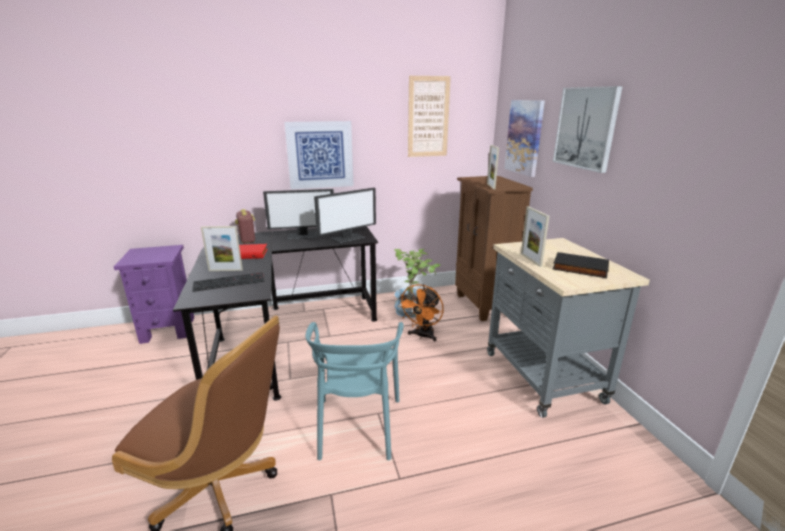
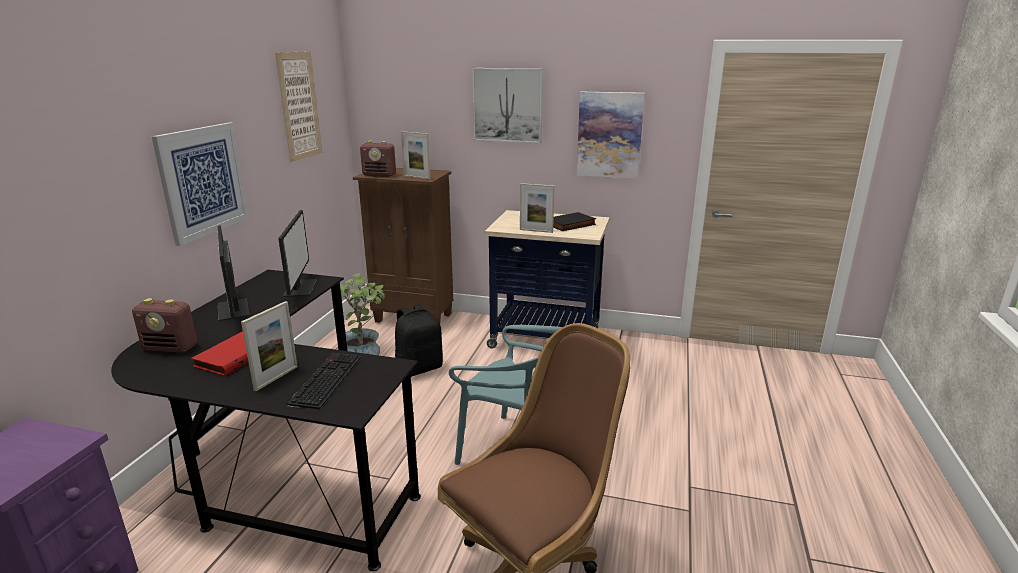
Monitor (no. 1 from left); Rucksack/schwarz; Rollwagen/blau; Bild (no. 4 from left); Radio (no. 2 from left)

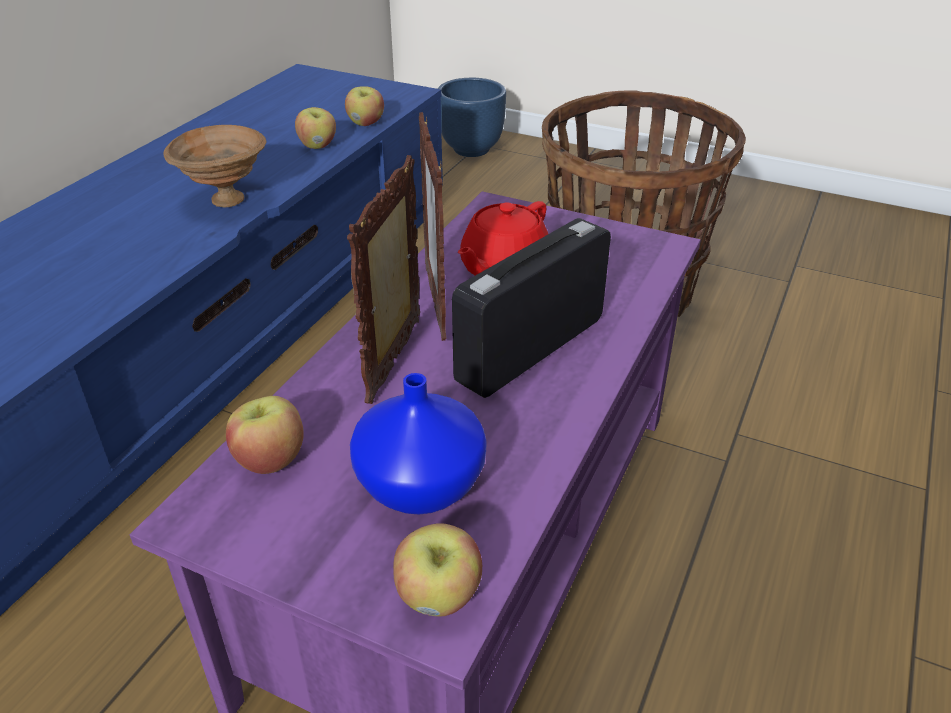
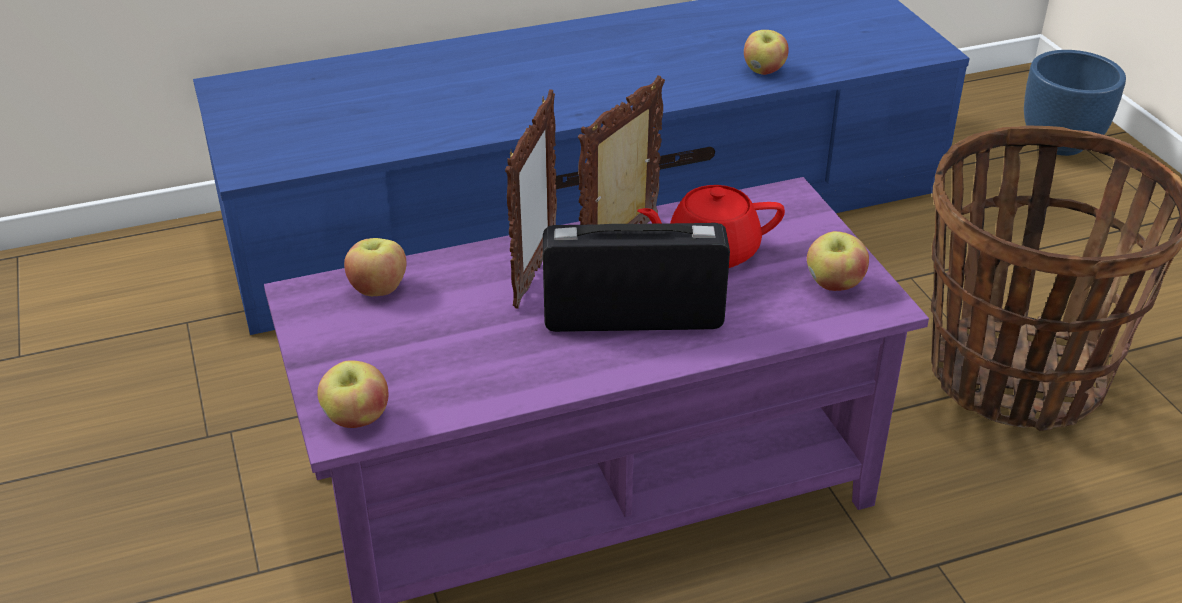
Schüssel/braun; Apfel (no. 4 from left); Bilderrahmen (no. 1 from left); Vase/blau

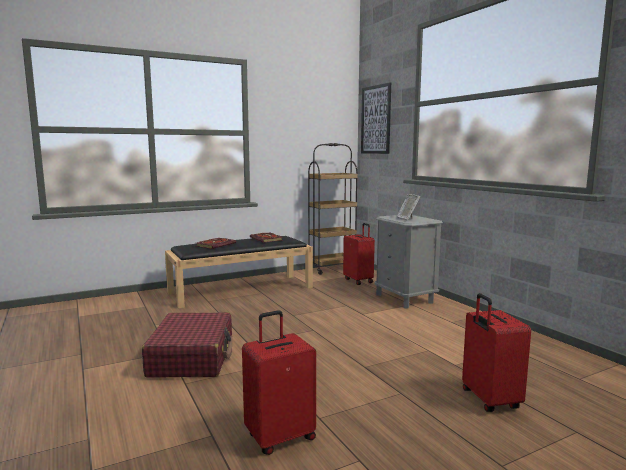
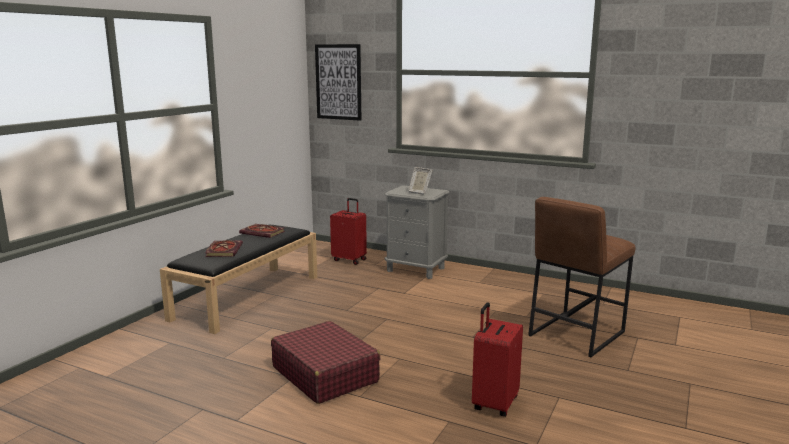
Rollwagen/braun; Stuhl/braun

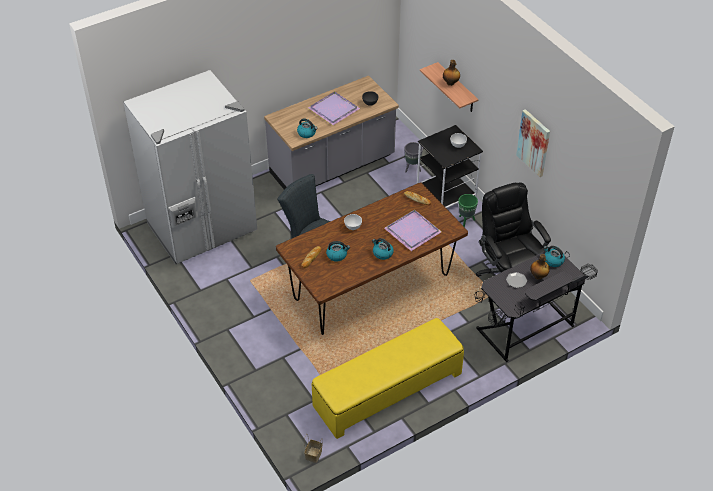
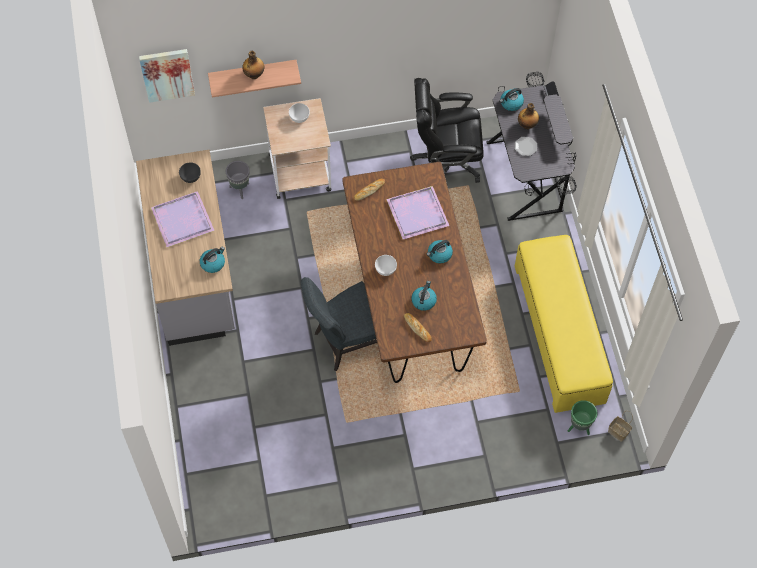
Kühlschrank/weiß; Rollwagen/beige; Pflanzkübel/grün; Bild

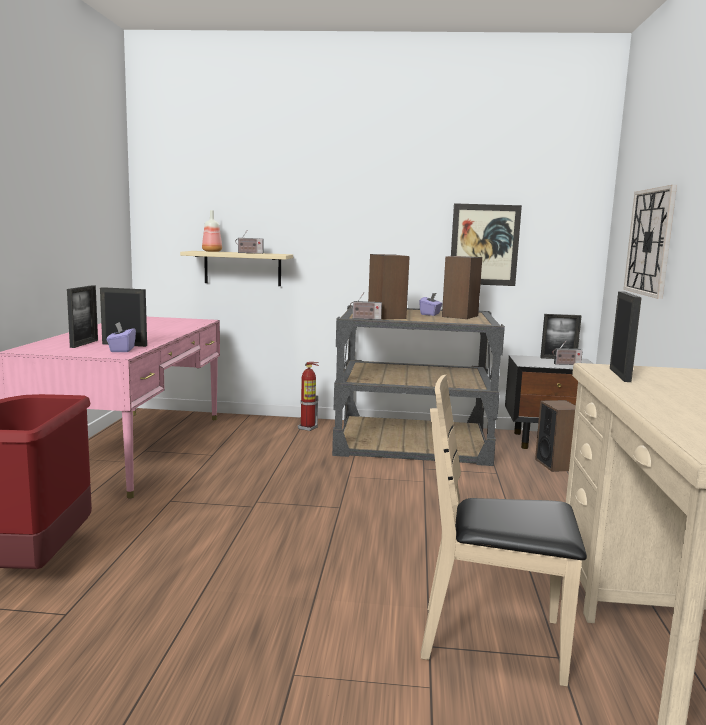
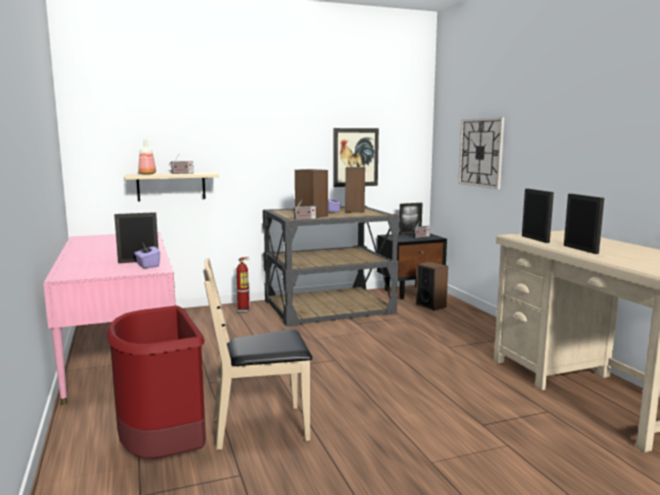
Bilderrahmen (no. 4 from left); Stuhl/beige

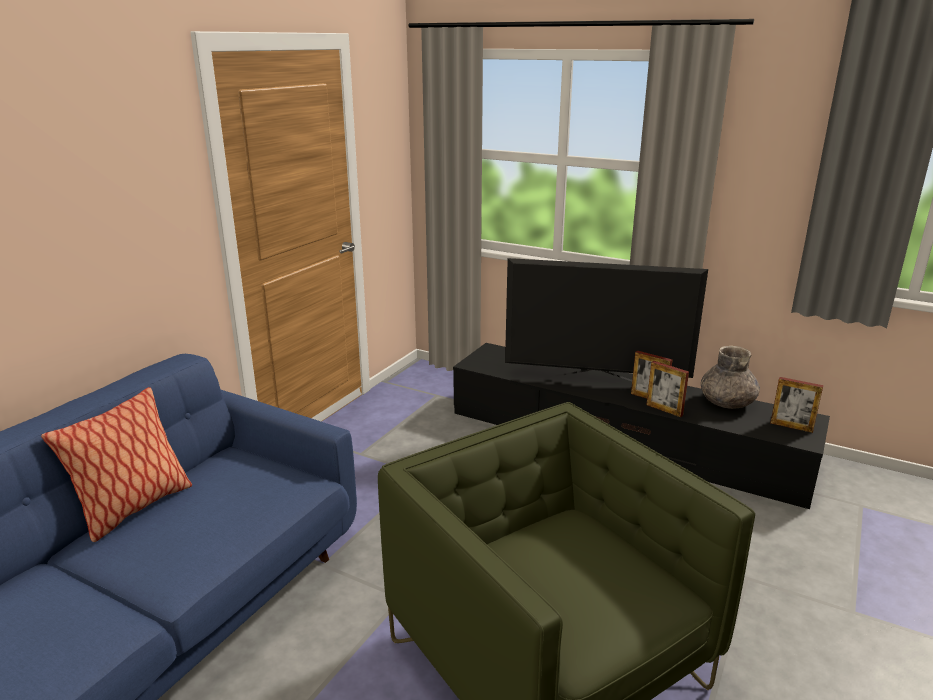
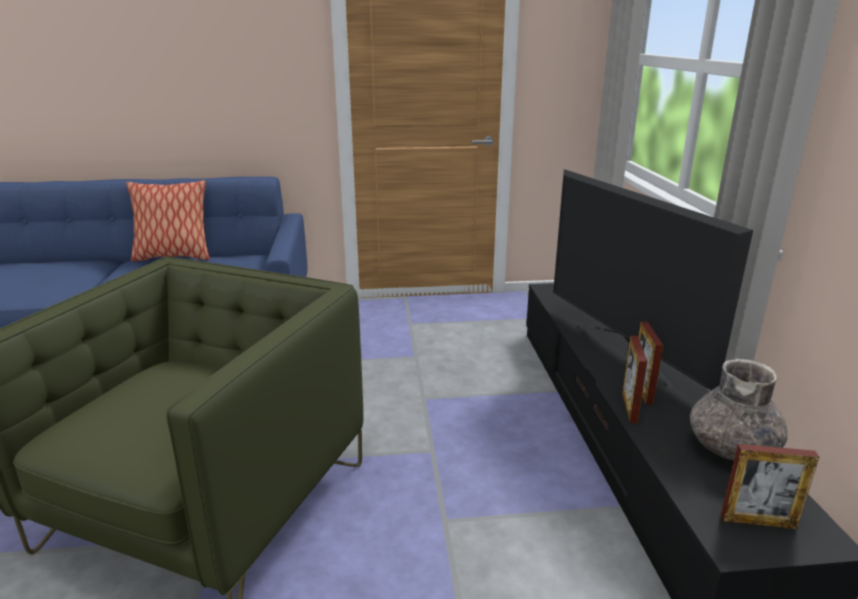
Bilderrahmen (no. 3 from left)

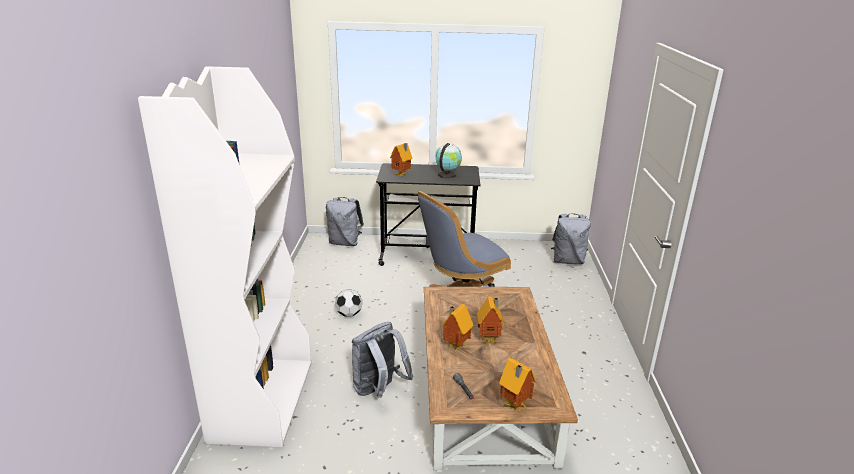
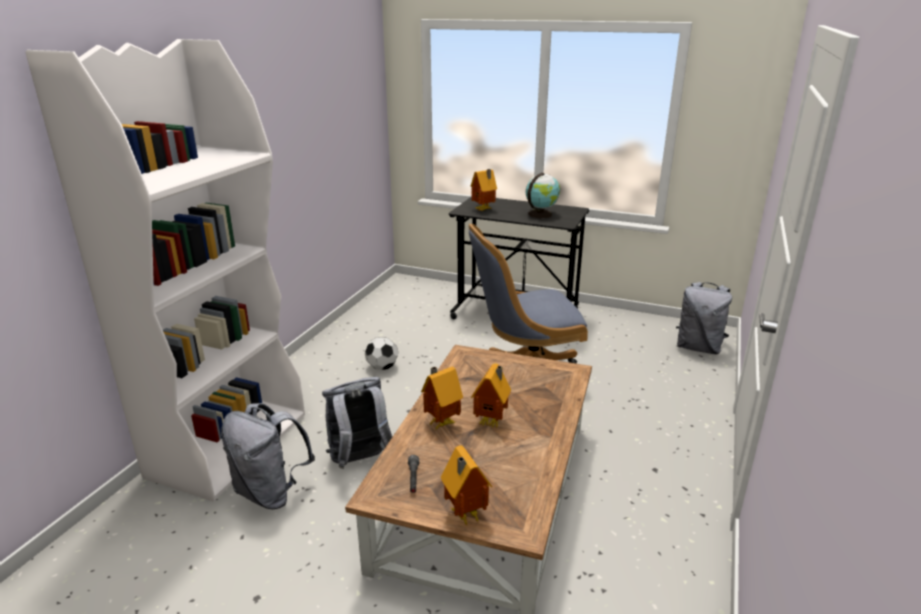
Rucksack/grau (no. 1 from left)

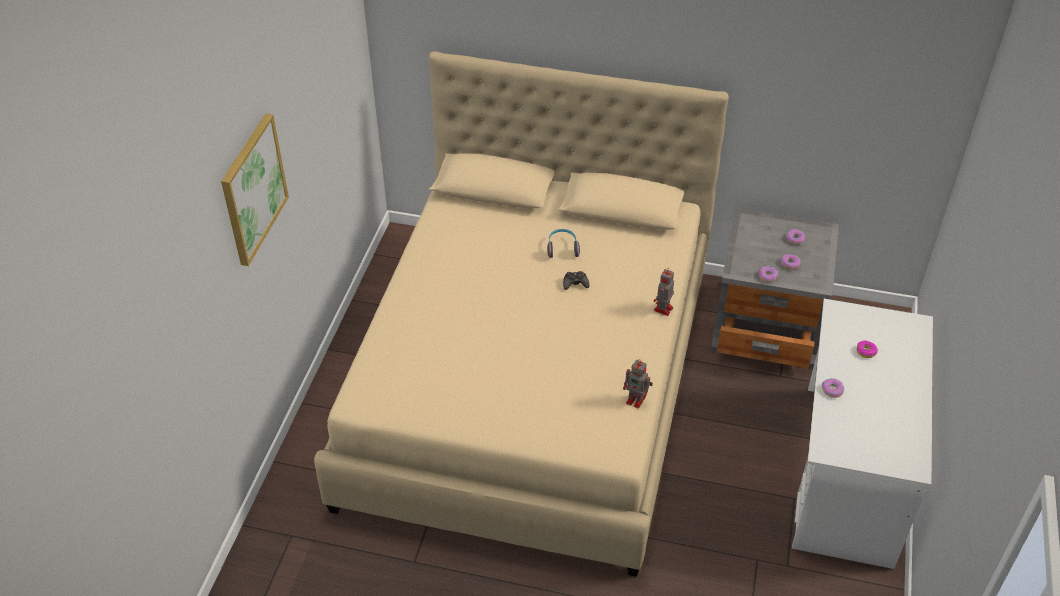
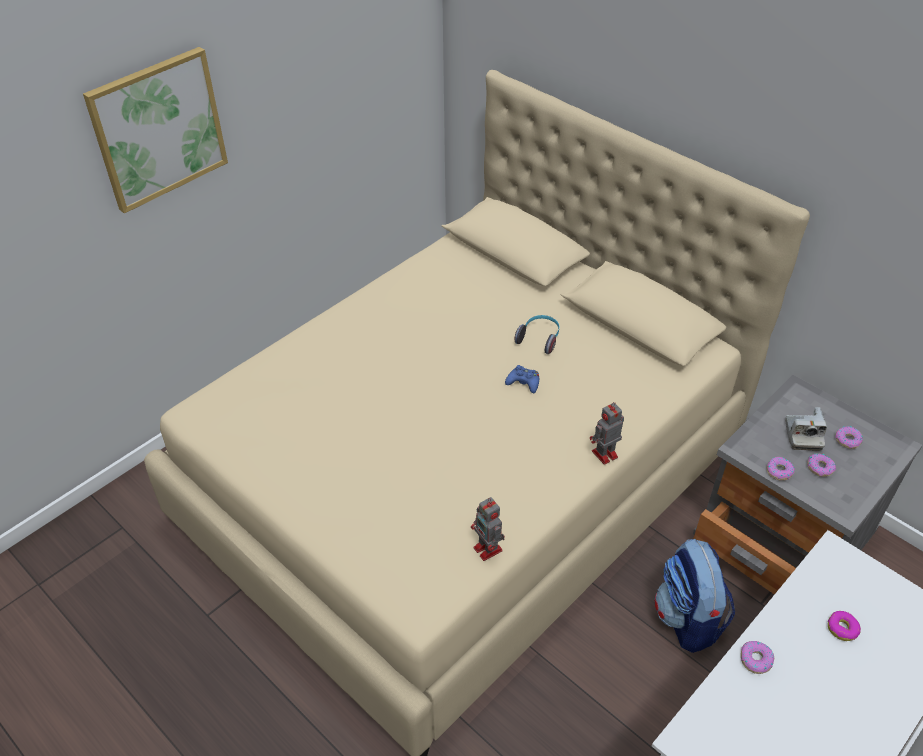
Gamepad/blau; Rucksack; Kamera

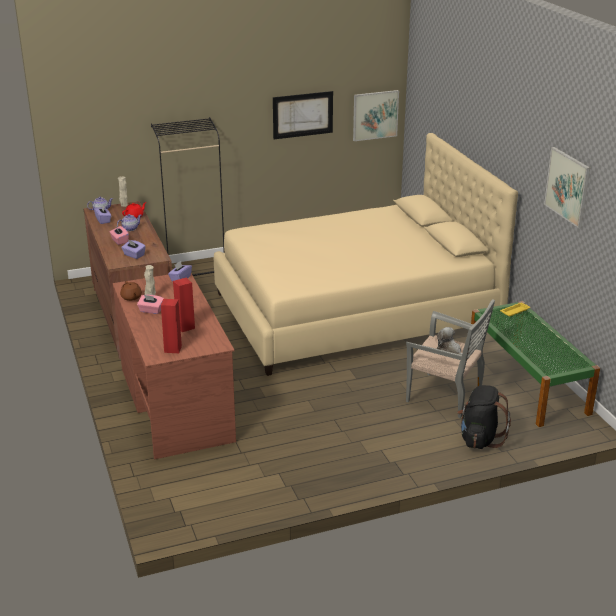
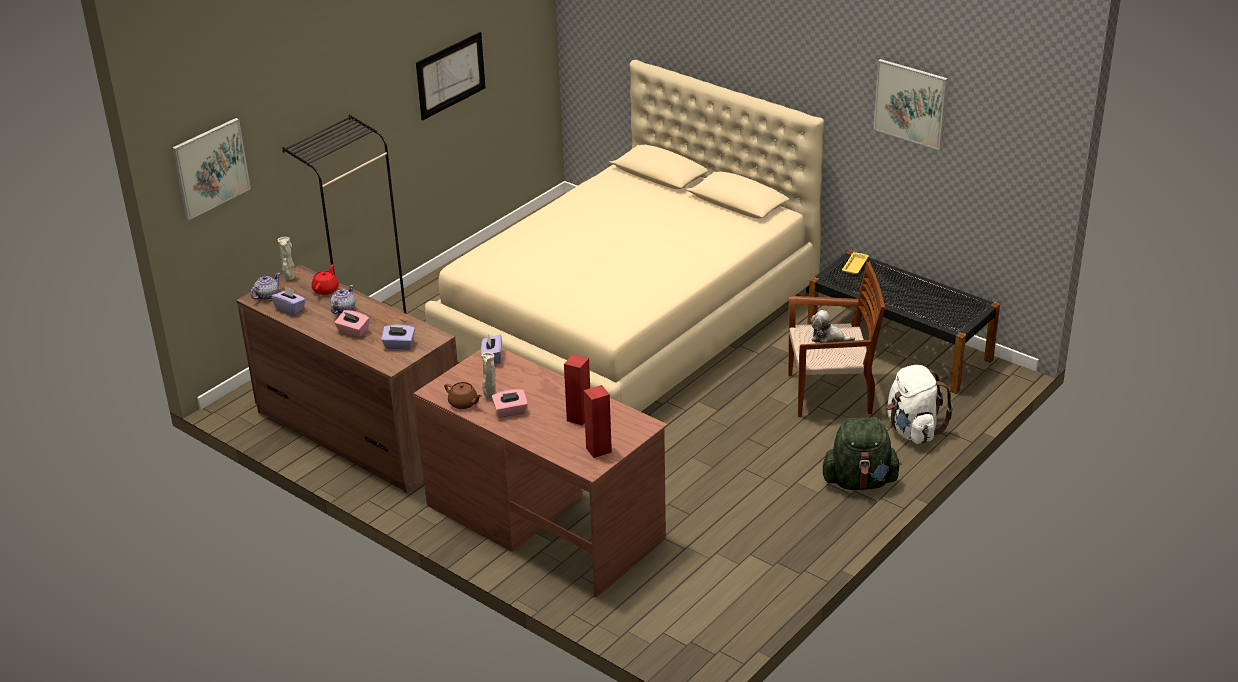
Bild (no. 1 from left); Sessel/braun; Rucksack/weiß; Bank/schwarz; Rucksack/grün

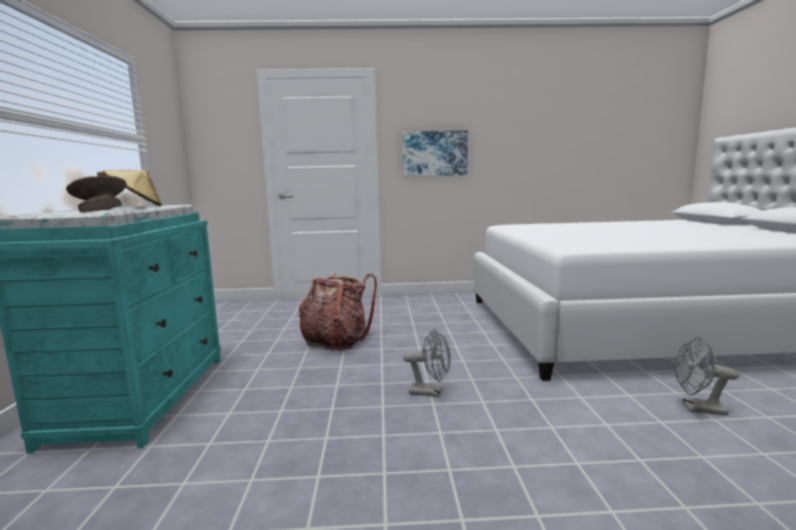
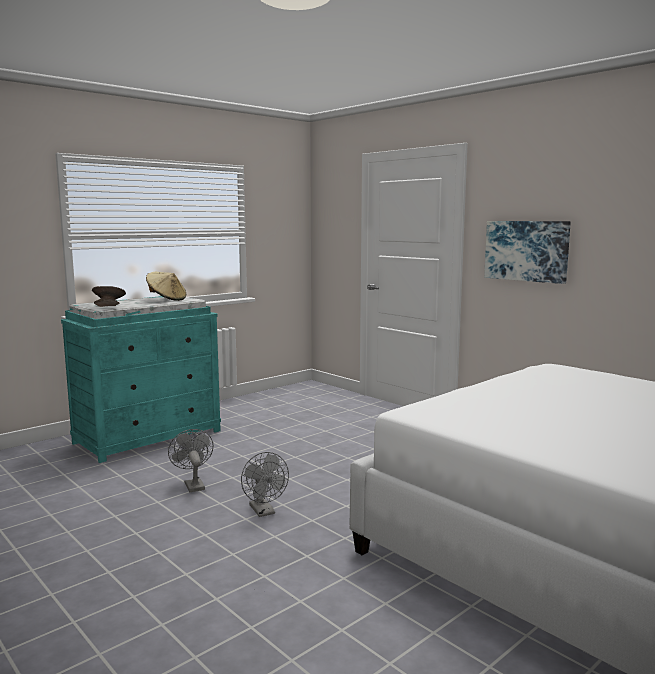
Rucksack; Ventilator/grau (no. 1 from left)

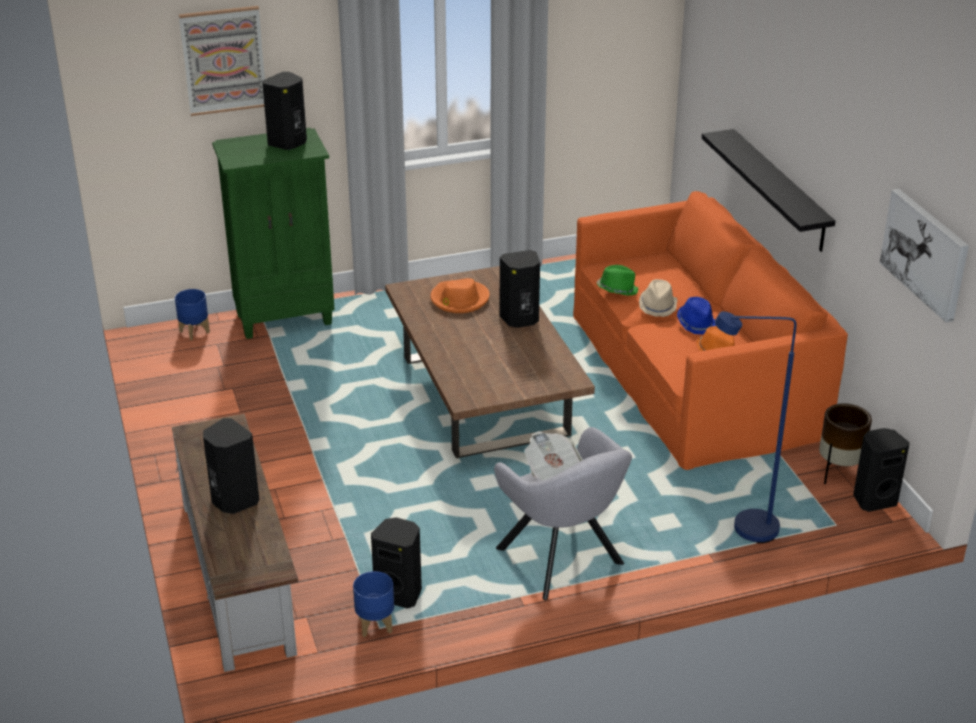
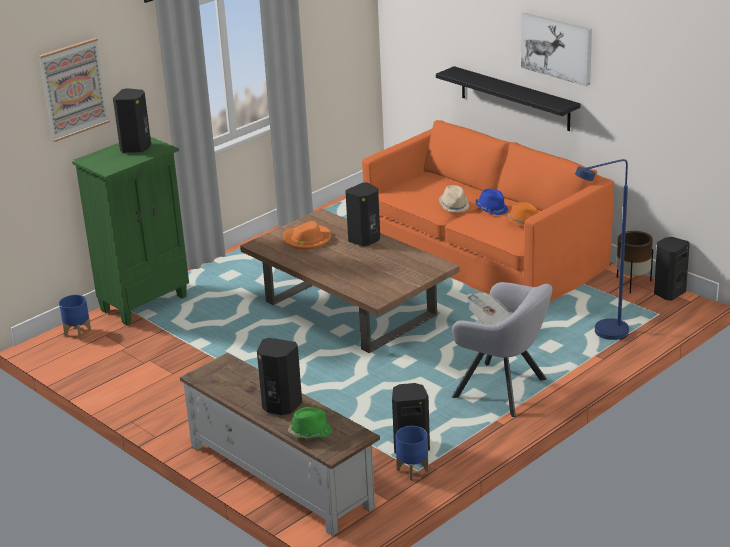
Hut/grün; Bild (no. 2 from left)

